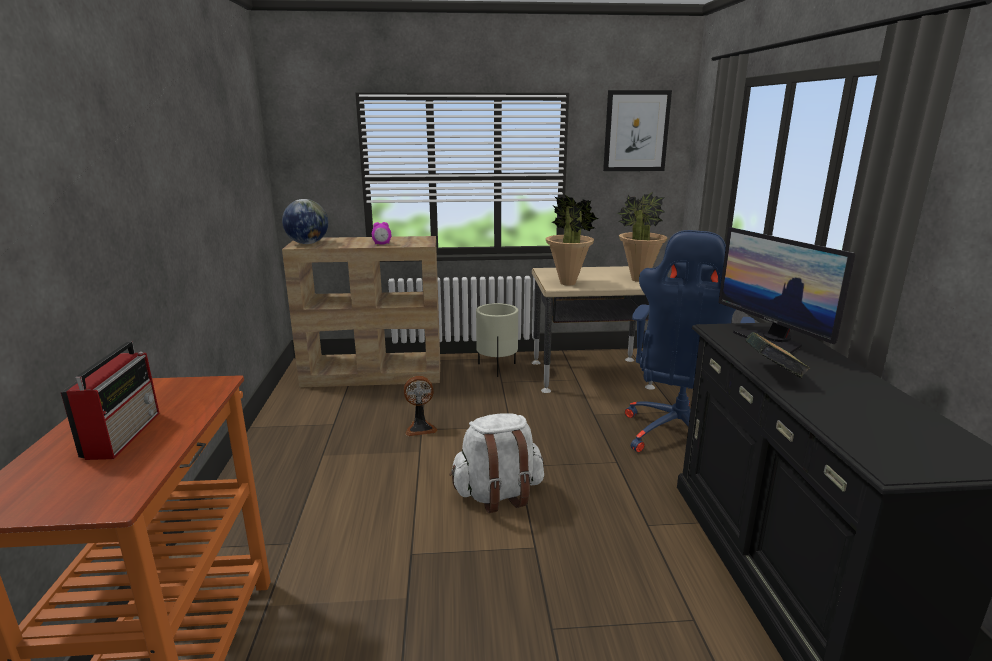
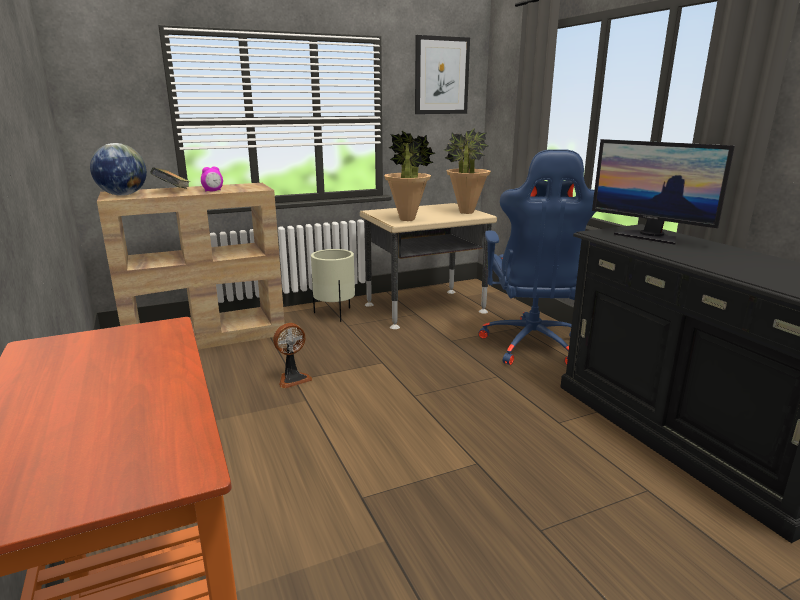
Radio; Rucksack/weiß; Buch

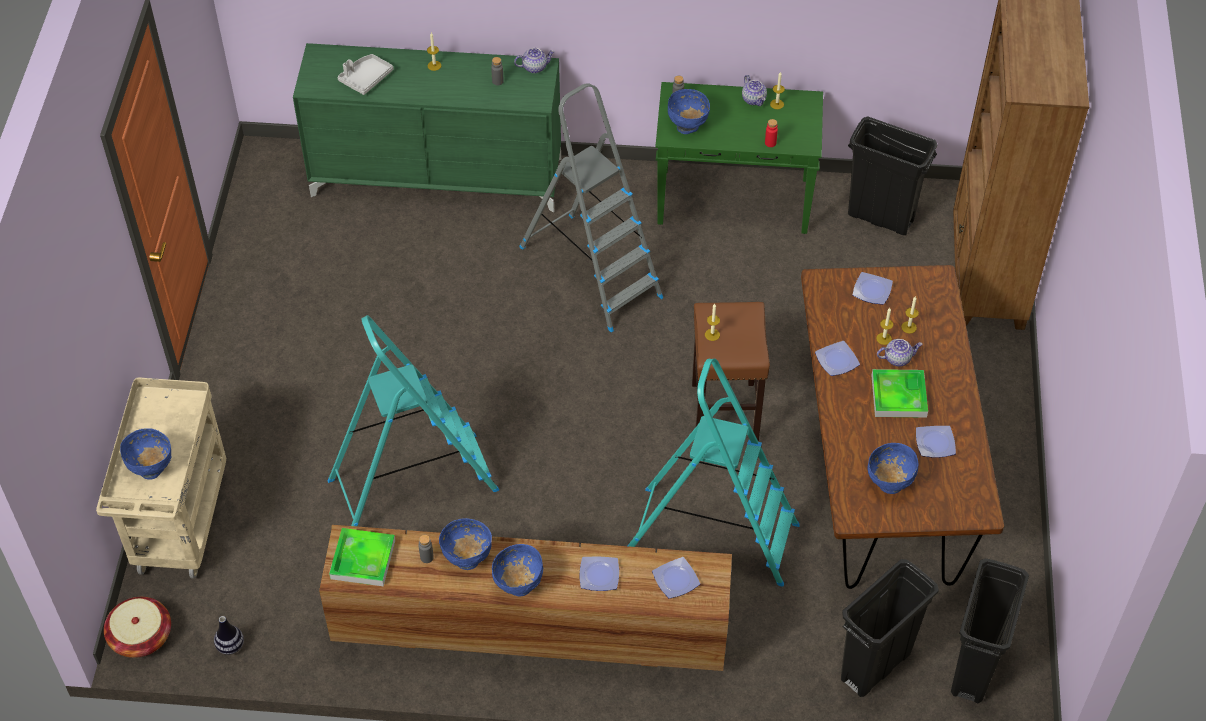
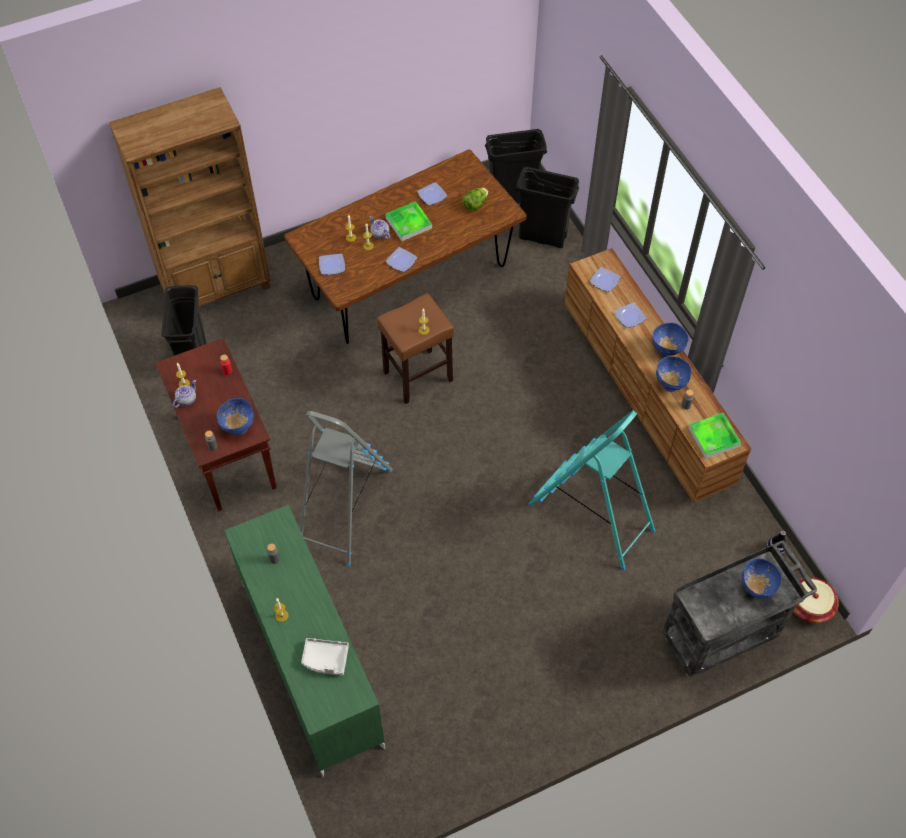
Rollwagen/schwarz; Teekanne (no. 1 from left in the first image); Trittleiter/türkis (no. 2 from left in the first image); Konsolentisch/braun; Salatkopf

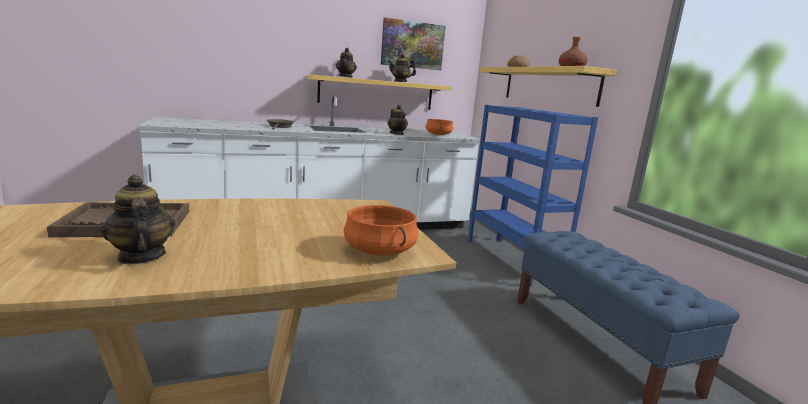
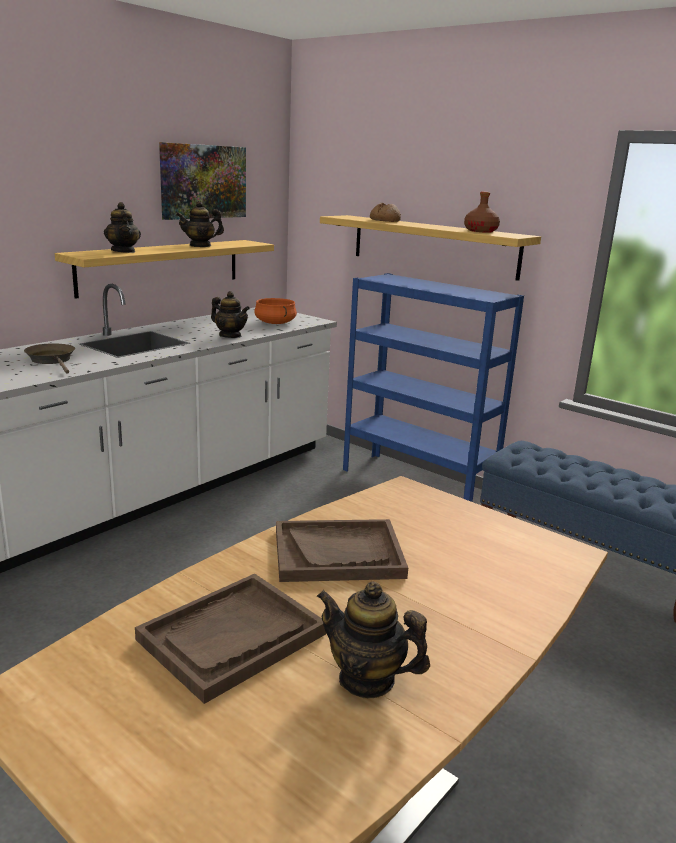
Kochtopf/orange (no. 1 from left in the first image); Tablett/braun (no. 2 from left)

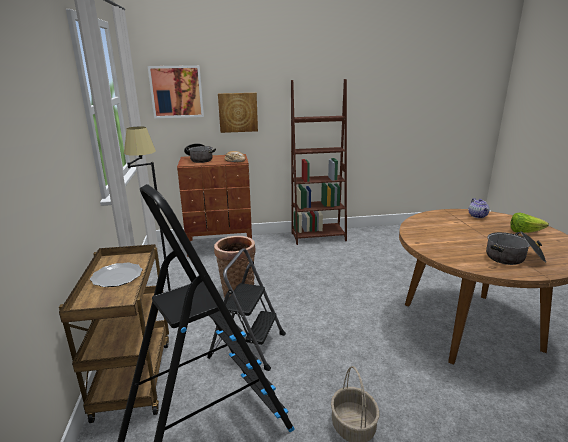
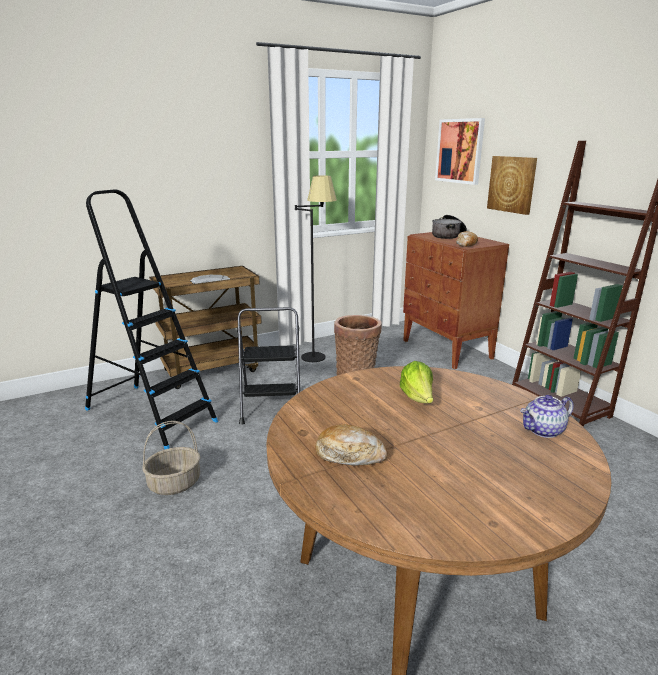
Brot (no. 1 from left); Salatkopf

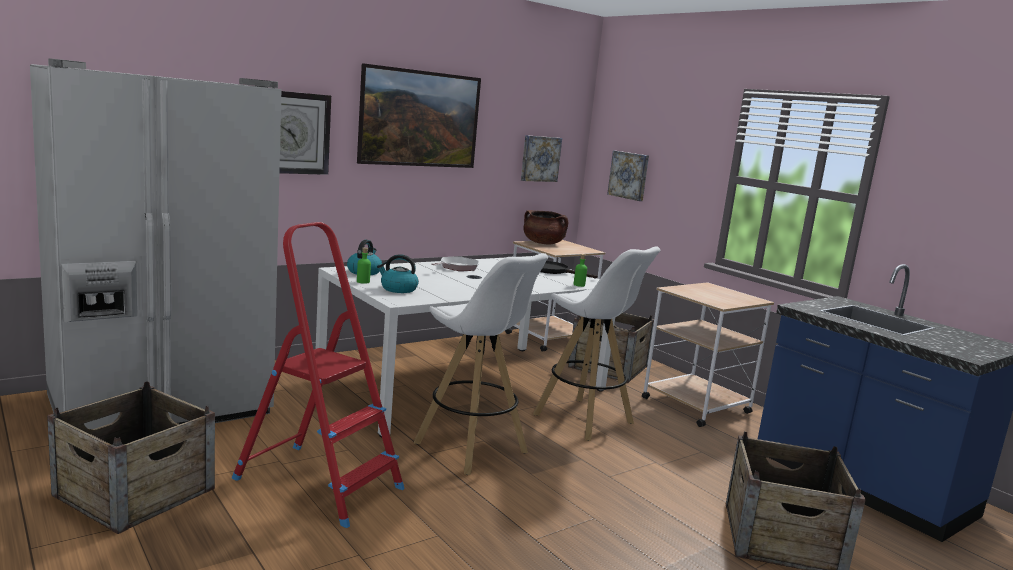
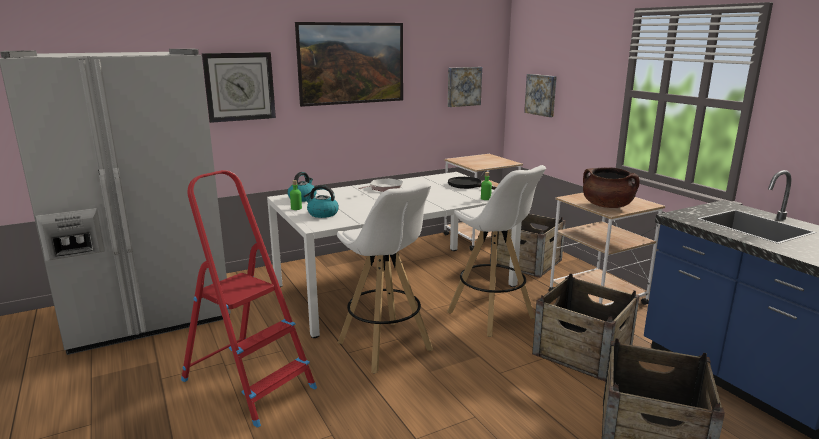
Kiste (no. 2 from left); Kochtopf/braun

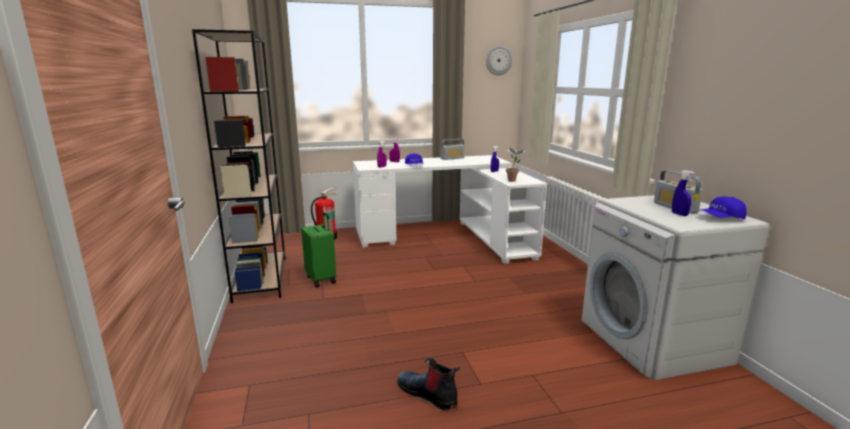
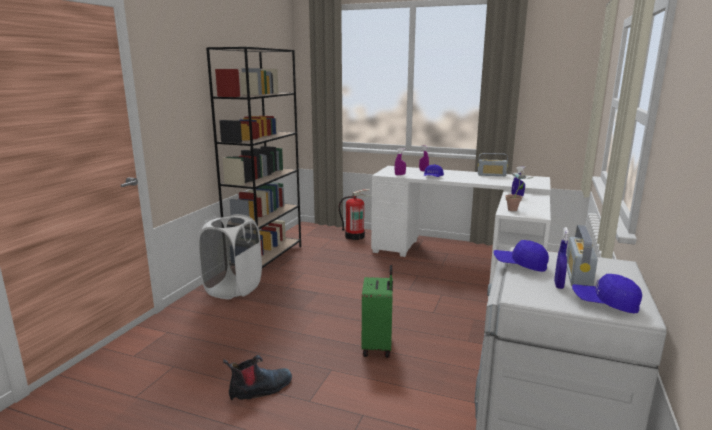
Koffer/grün; Stiefel; Wanduhr; Wäschekorb/weiß; Kappe/blau (no. 2 from left)

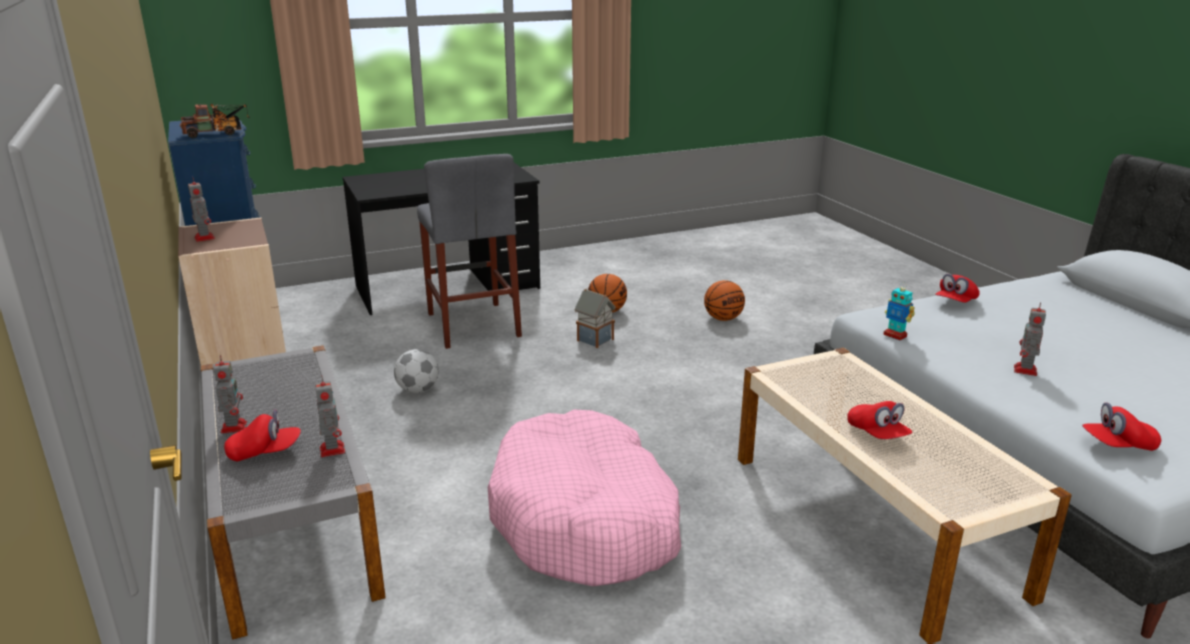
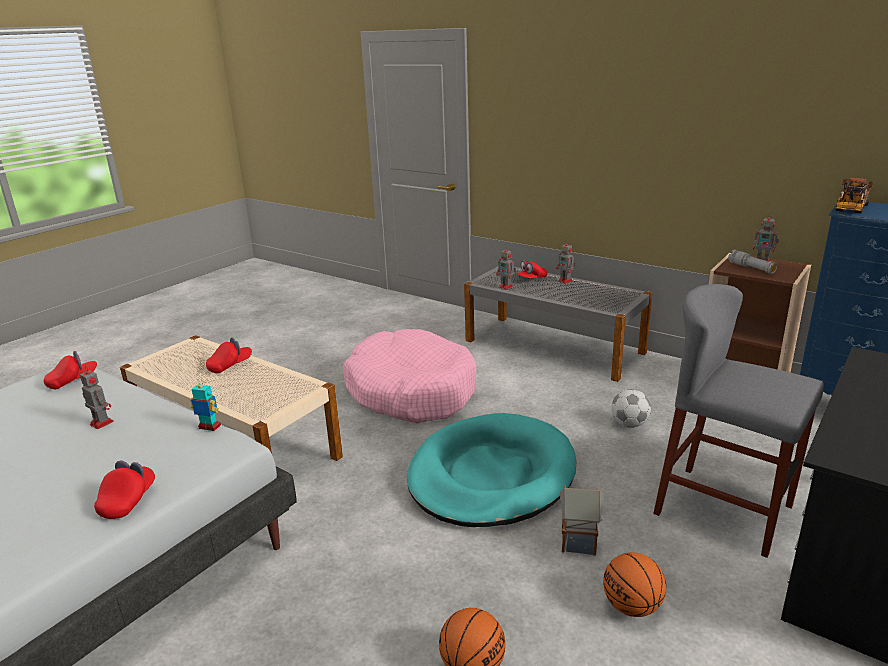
Kappe/rot (no. 3 from left); Spielzeugroboter (no. 1 from left); Hundebett/türkis; Taschenlampe/grau

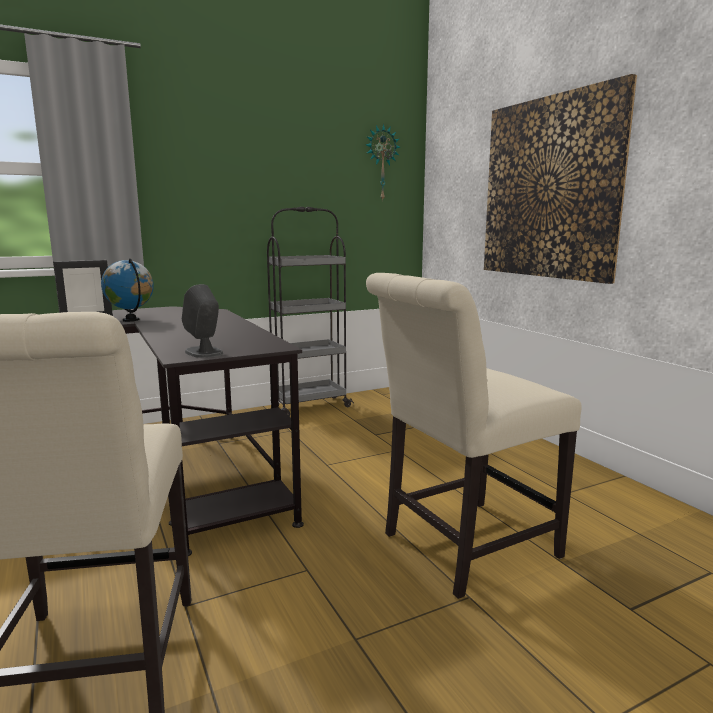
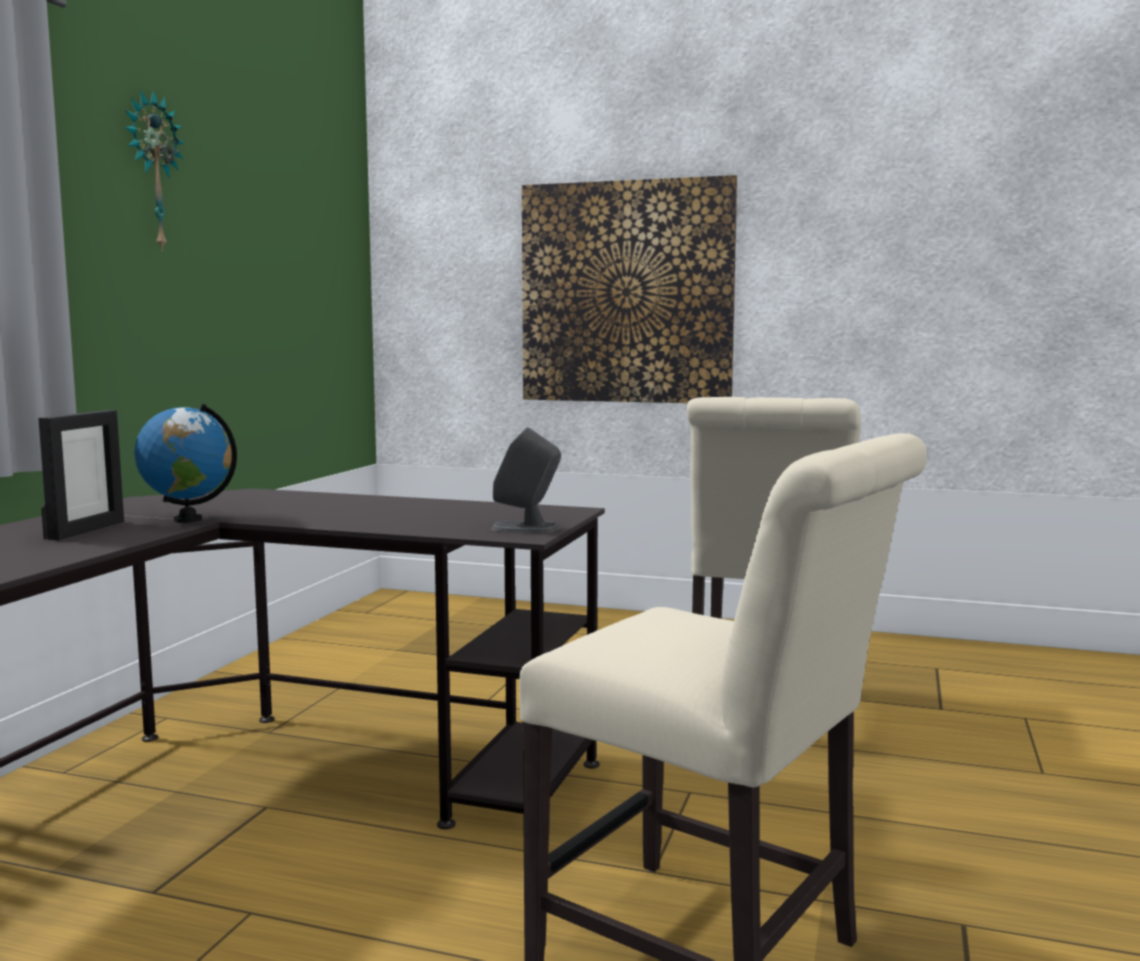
Rollwagen/grau; Wanduhr

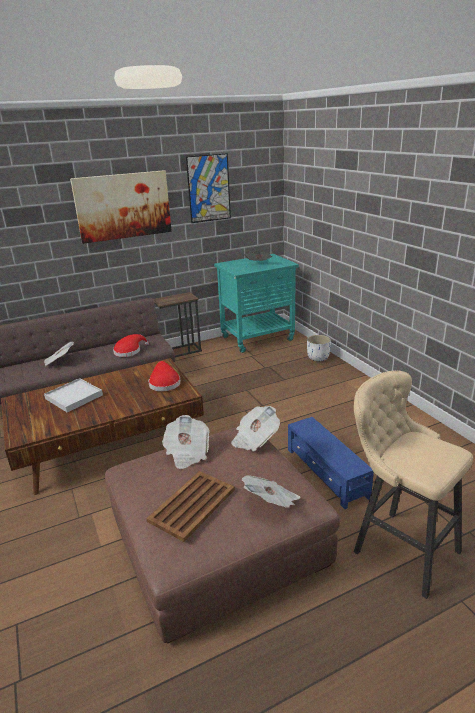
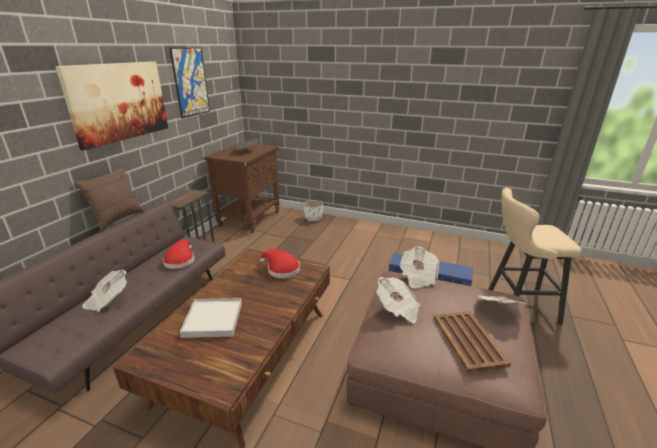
Rollwagen/braun; Kissen/braun

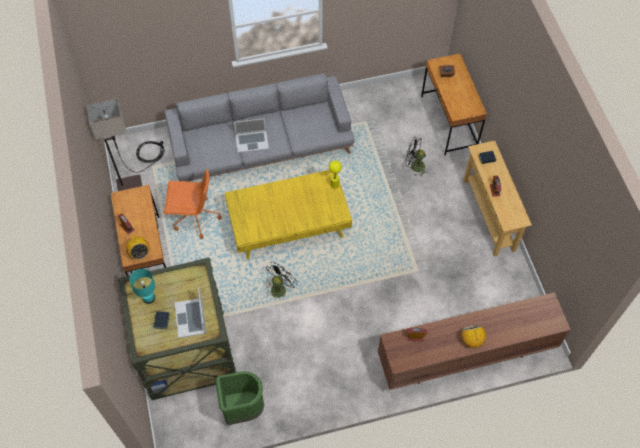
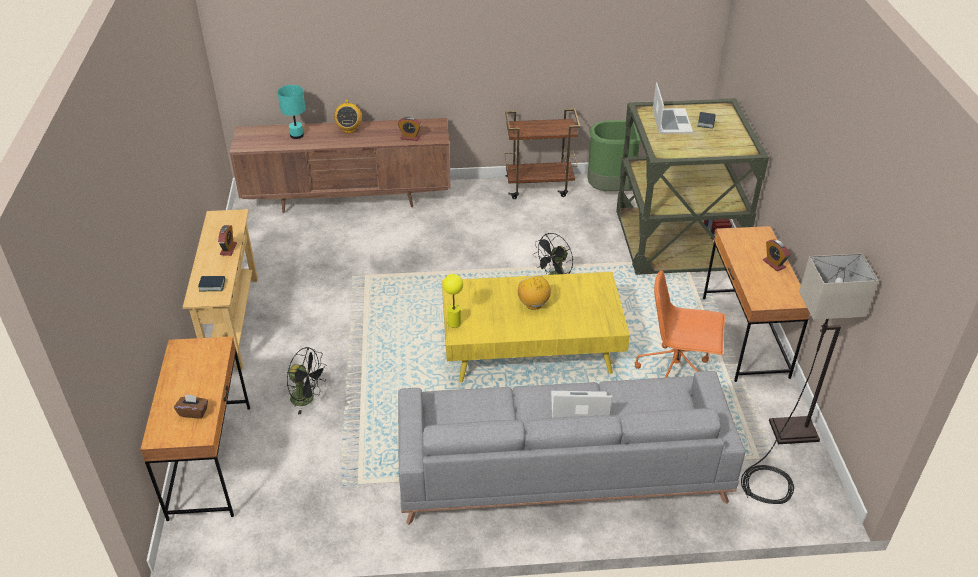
Radio (no. 2 from left); Tischlampe/türkis; Rollwagen/braun

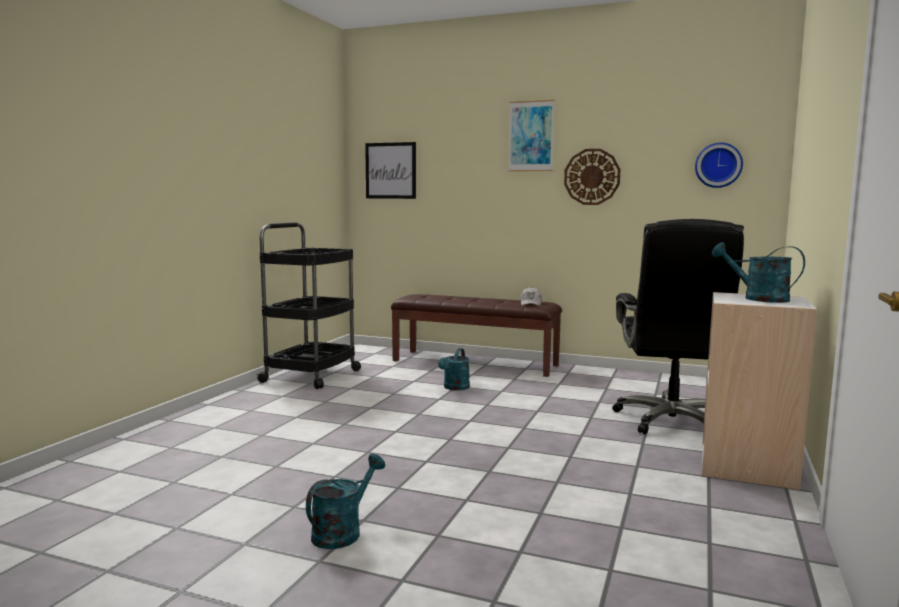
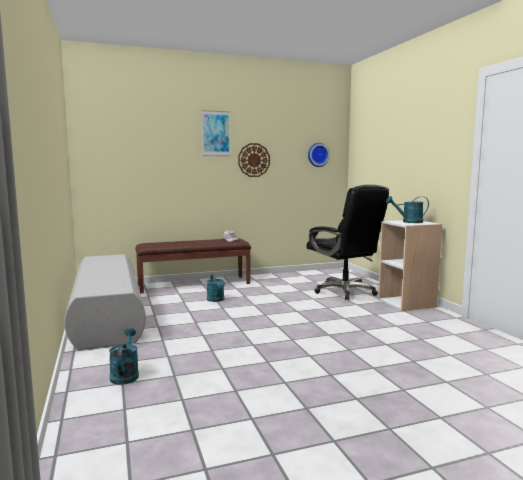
Bank/grau; Gießkanne/türkis (no. 1 from left); Bild (no. 1 from left in the first image)

